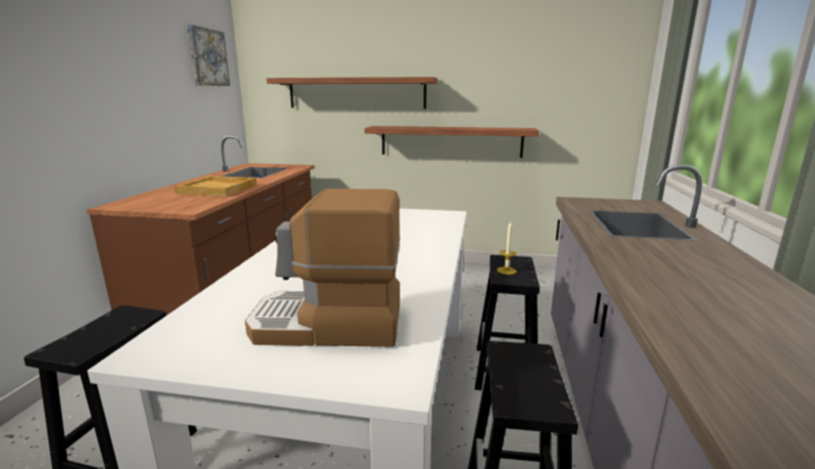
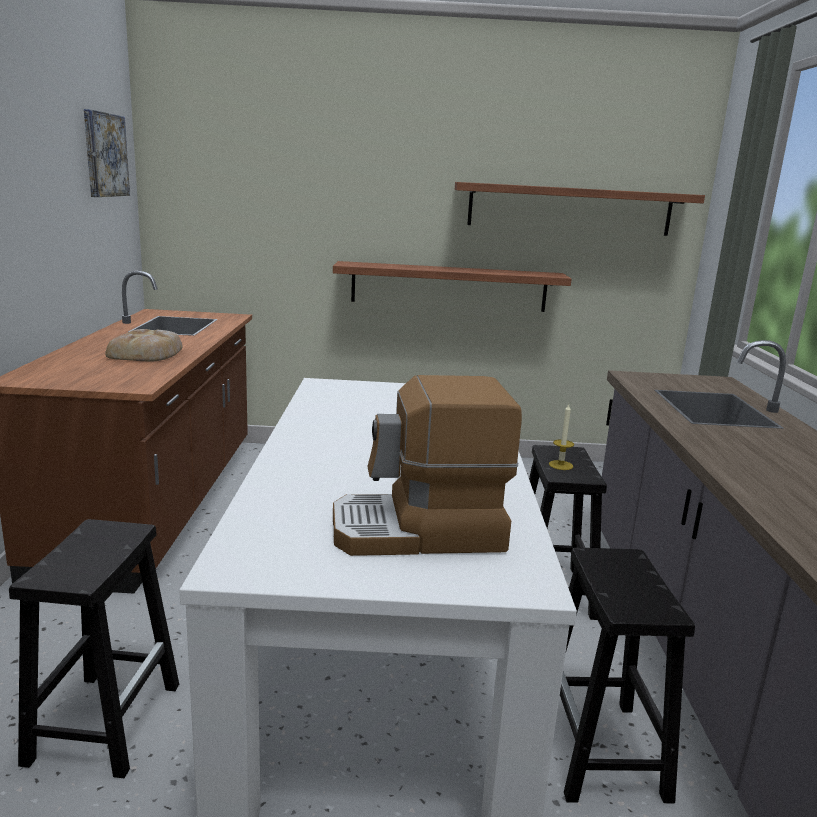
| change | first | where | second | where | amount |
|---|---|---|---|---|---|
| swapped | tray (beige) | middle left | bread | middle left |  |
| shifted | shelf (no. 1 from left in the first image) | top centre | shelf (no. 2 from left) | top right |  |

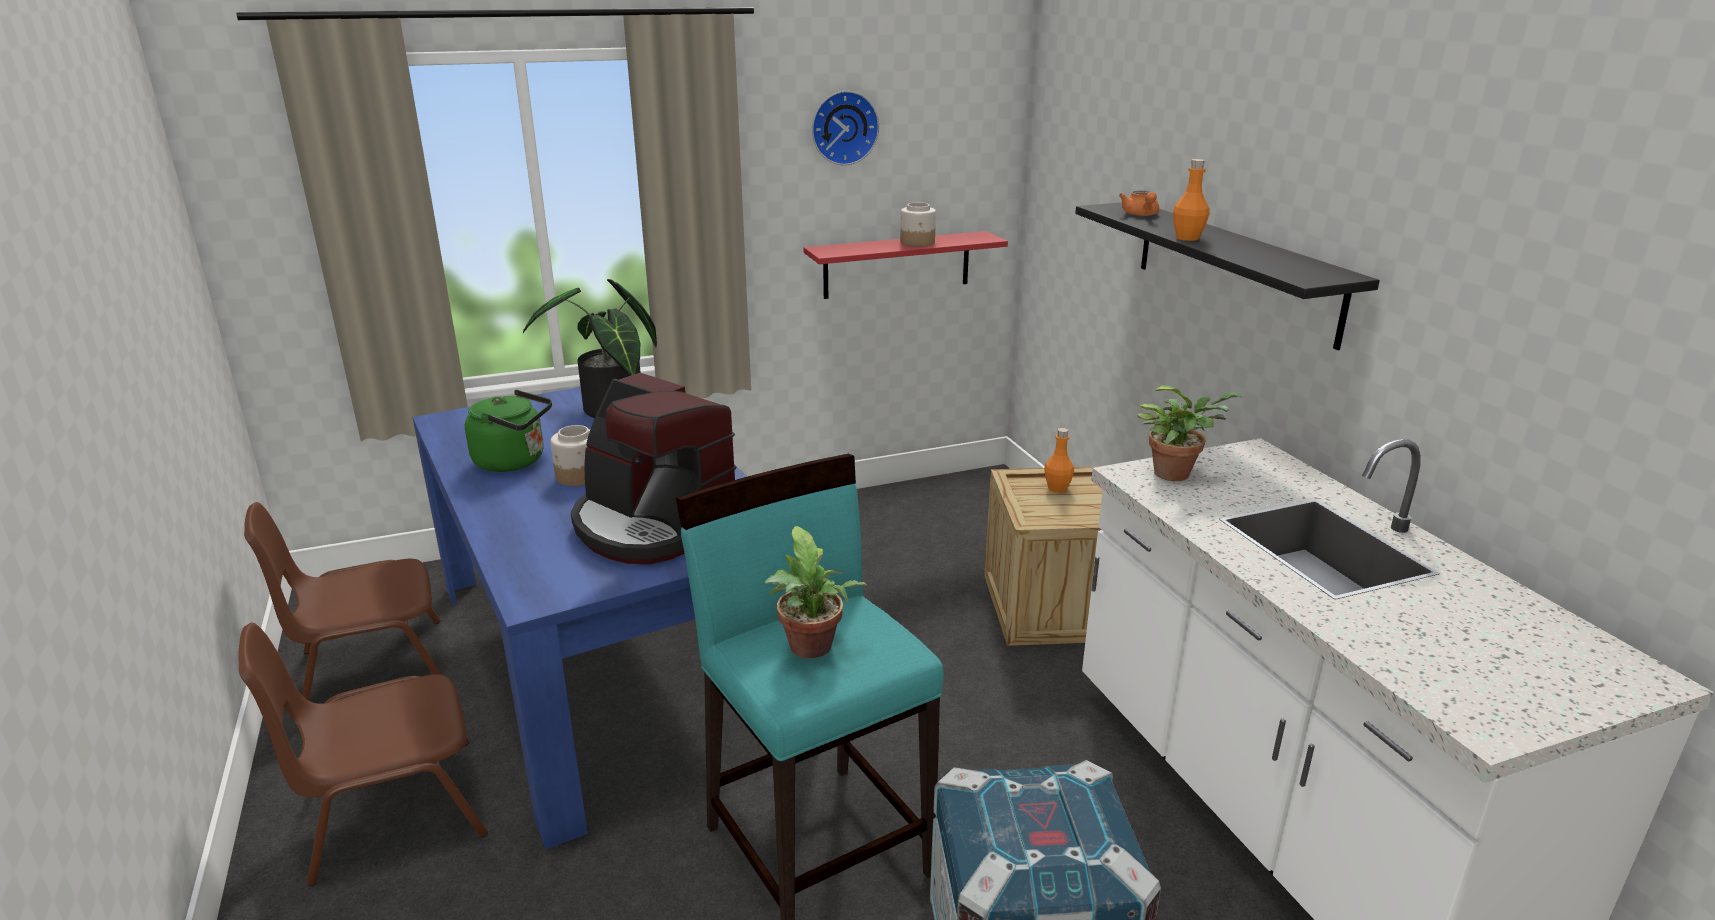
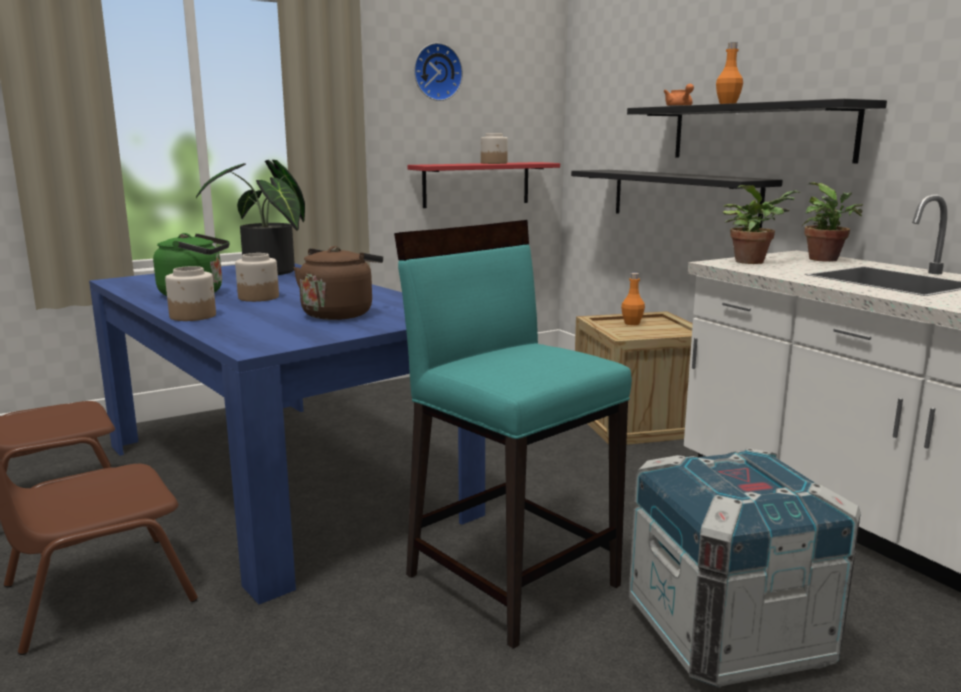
| change | first | where | second | where | amount |
|---|---|---|---|---|---|
| new |  |  | jar (no. 1 from left) | middle left |  |
| swapped | coffee machine | centre | kettle (brown) | centre |  |
| new |  |  | shelf (black) (no. 1 from left) | top right |  |
| shifted | potted plant (no. 2 from left in the first image) | centre | potted plant (no. 3 from left) | top right |  |

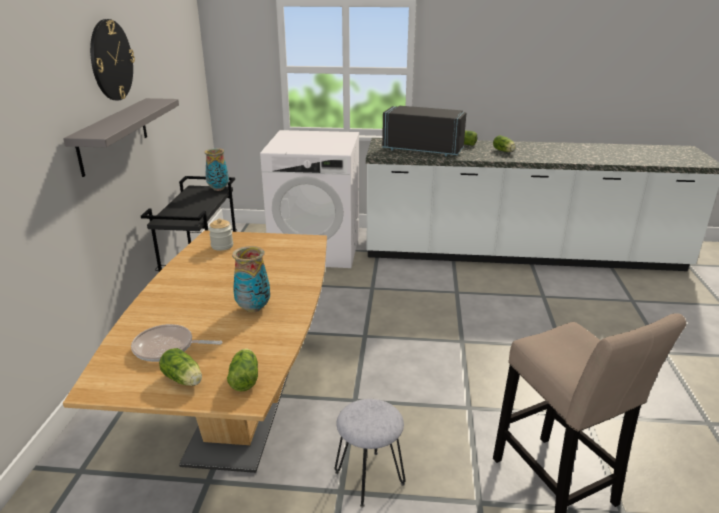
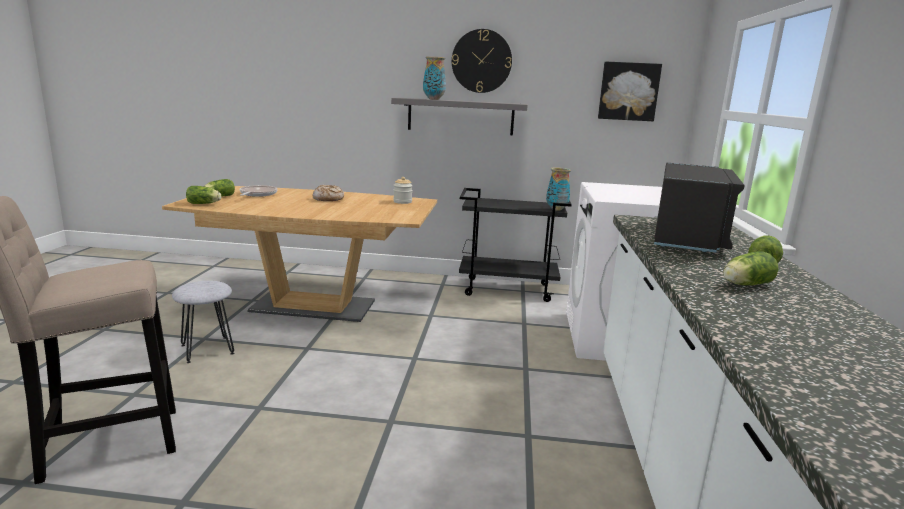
| change | first | where | second | where | amount |
|---|---|---|---|---|---|
| new |  |  | bread | centre |  |
| shifted | vase (no. 2 from left in the first image) | centre | vase (no. 1 from left) | top centre |  |
| new |  |  | picture | top right |  |

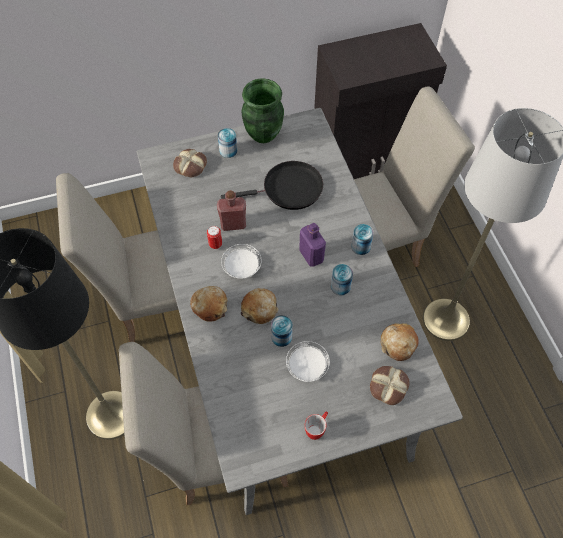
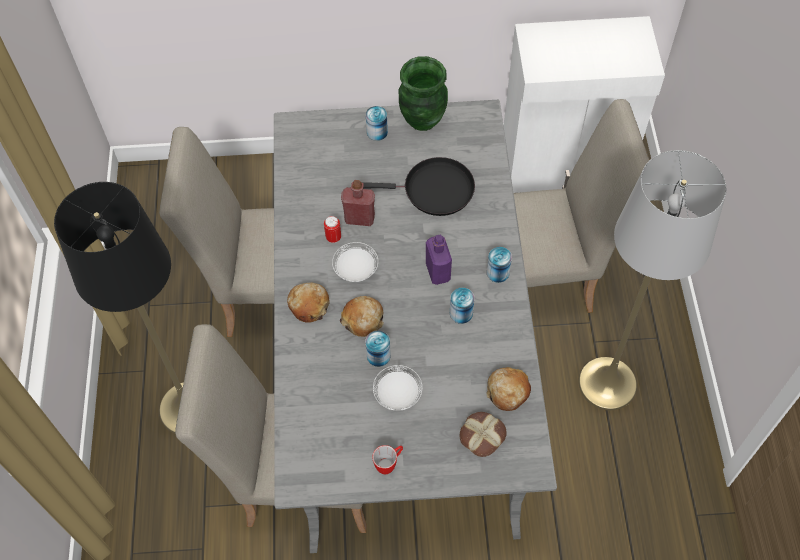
| change | first | where | second | where | amount |
|---|---|---|---|---|---|
| repainted | cabinet (black) | top right | cabinet (white) | top right |  |
| gone | bread (no. 1 from left) | top centre |  |  |  |

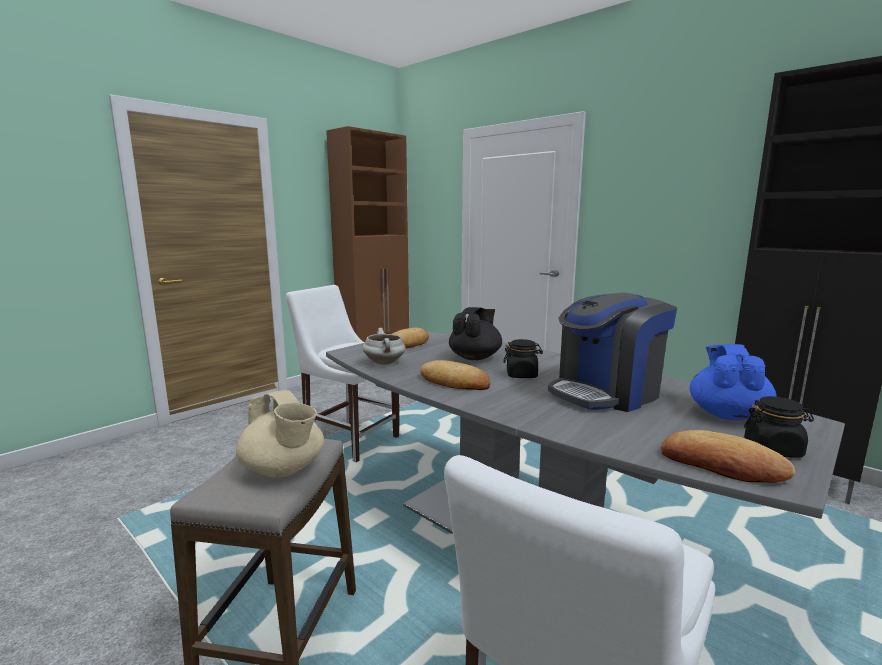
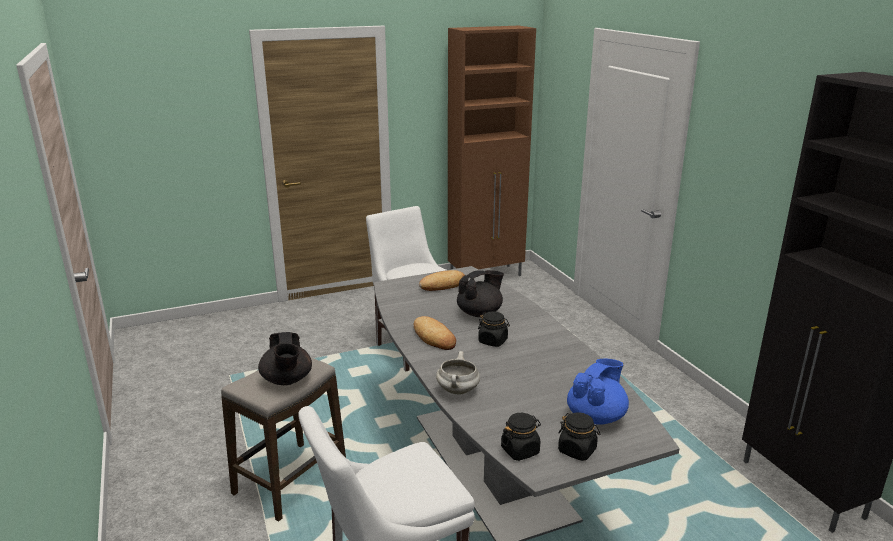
| change | first | where | second | where | amount |
|---|---|---|---|---|---|
| repainted | teapot (beige) | middle left | teapot (black) (no. 1 from left) | middle left |  |
| shifted | cooking pot (white) | centre |  | bottom centre |  |
| swapped | bread (no. 3 from left) | bottom right | jar (black) (no. 2 from left) | bottom centre |  |
| gone | coffee machine | middle right |  |  |  |

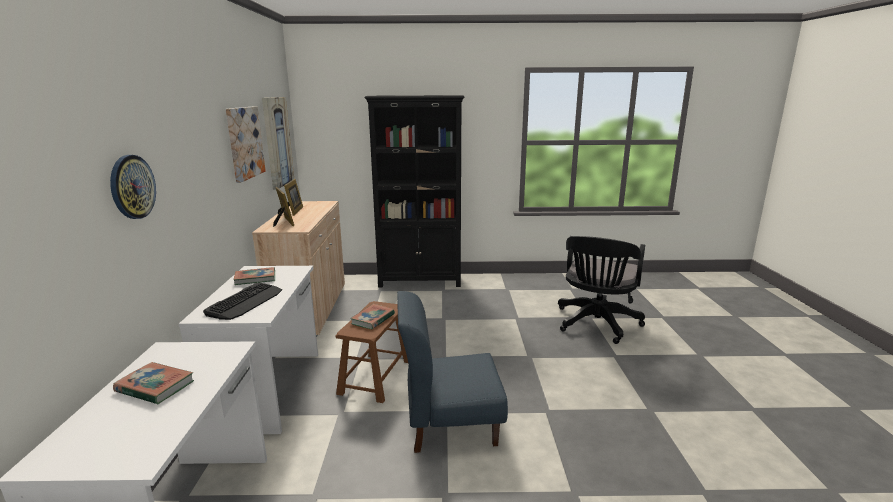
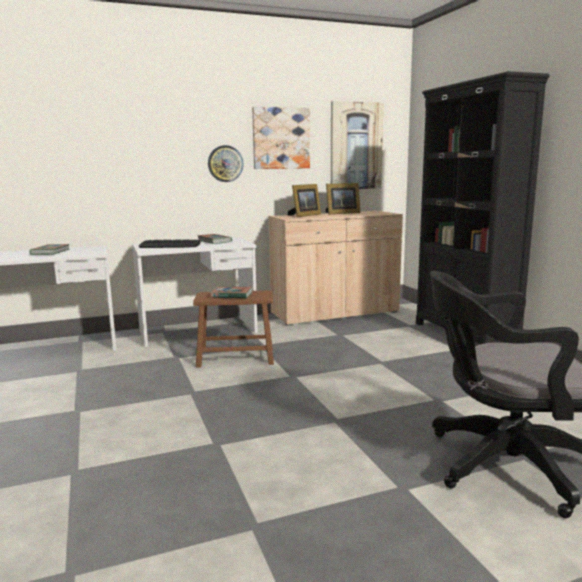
| change | first | where | second | where | amount |
|---|---|---|---|---|---|
| shifted | wall clock | middle left |  | top centre |  |
| gone | chair (blue) | bottom centre |  |  |  |

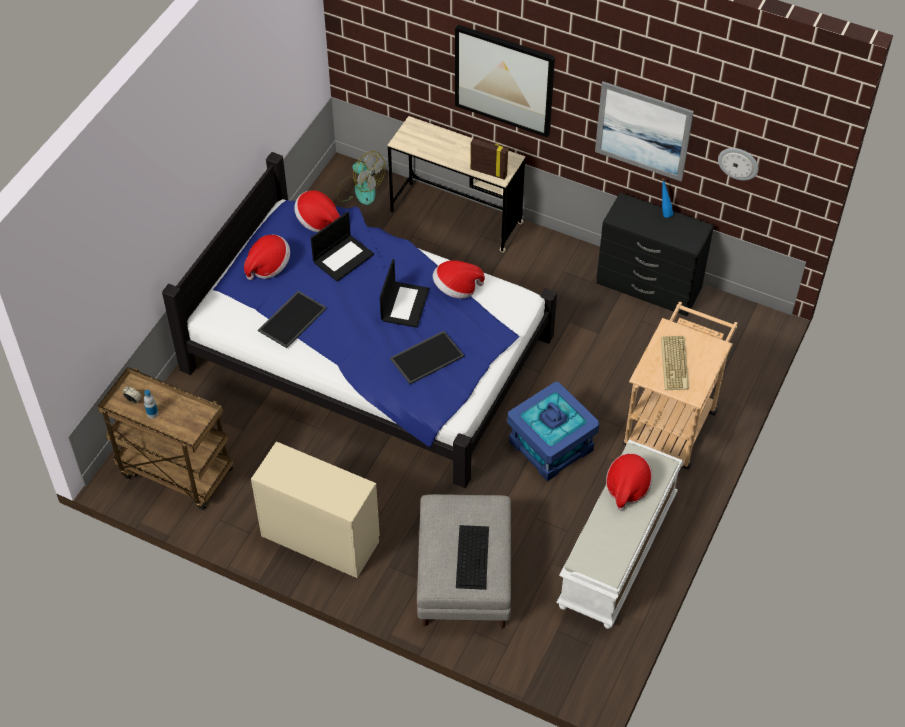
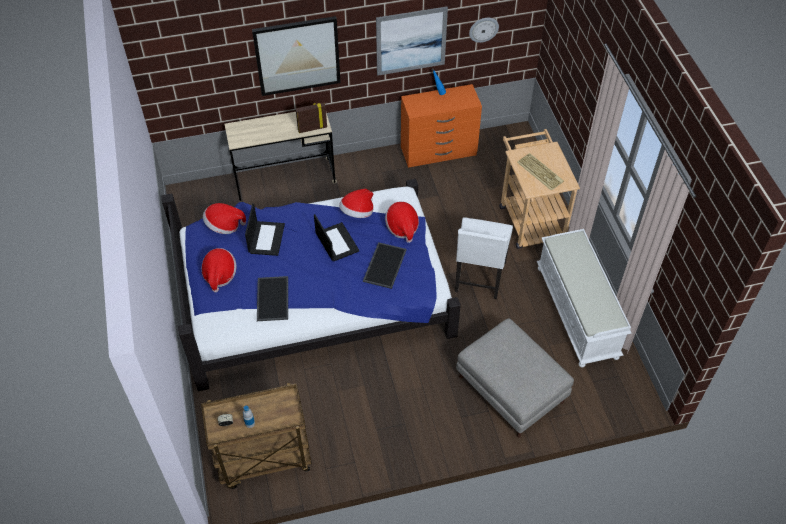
| change | first | where | second | where | amount |
|---|---|---|---|---|---|
| shifted | hat (no. 4 from left) | middle right |  | centre |  |
| repainted | dresser (black) | middle right | dresser (orange) | top centre |  |
| swapped | storage box (blue) | centre | chair (white) | centre |  |
| gone | dresser (beige) | bottom centre |  |  |  |
| gone | fan | top centre |  |  |  |
| gone | keyboard (no. 1 from left) | bottom centre |  |  |  |

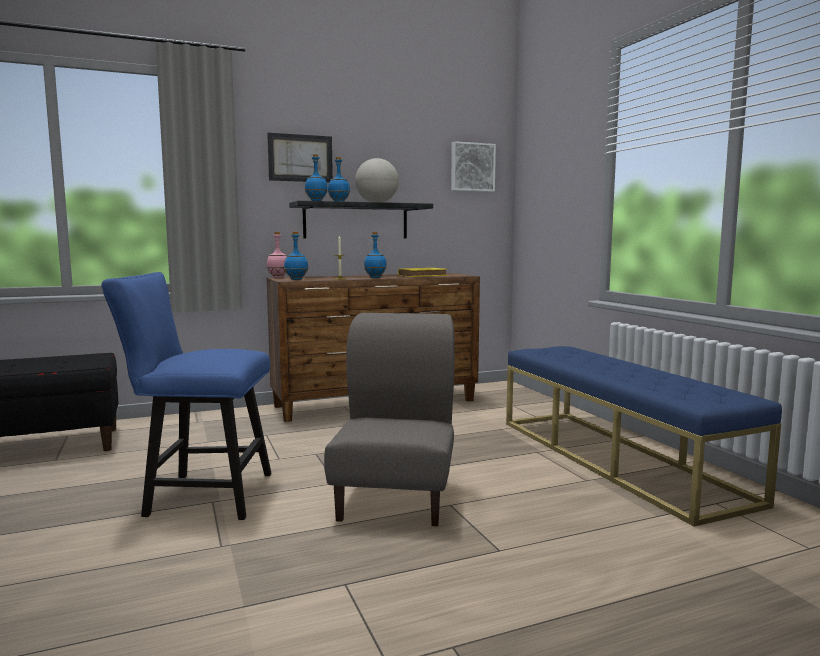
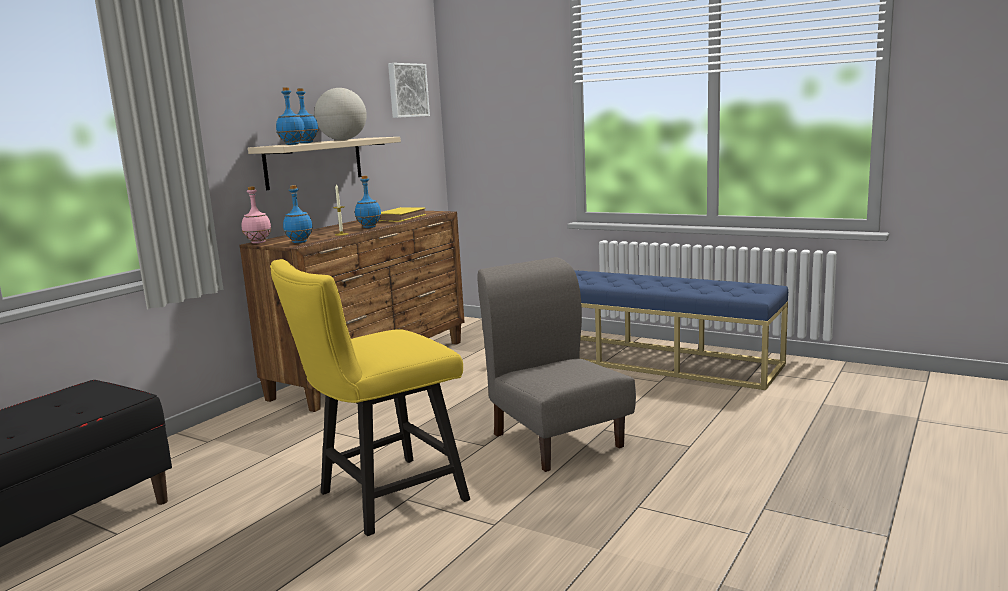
| change | first | where | second | where | amount |
|---|---|---|---|---|---|
| repainted | shelf (black) | centre | shelf (beige) | top left |  |
| repainted | chair (blue) | middle left | chair (yellow) | bottom centre |  |
| gone | picture (no. 1 from left) | top centre |  |  |  |

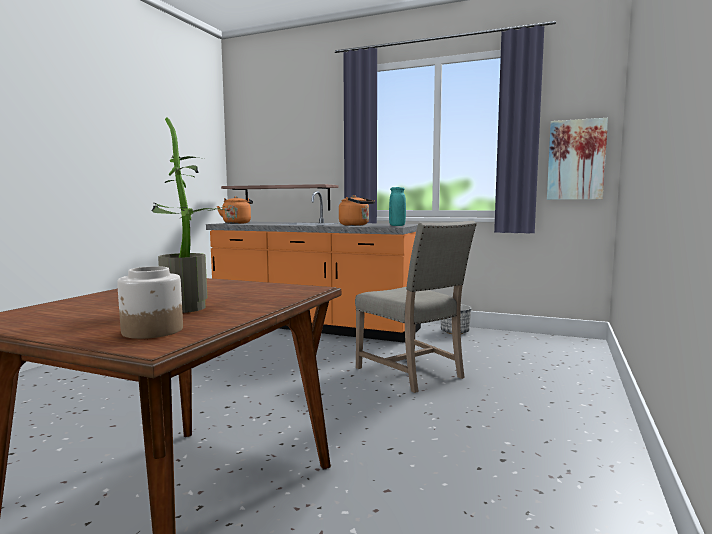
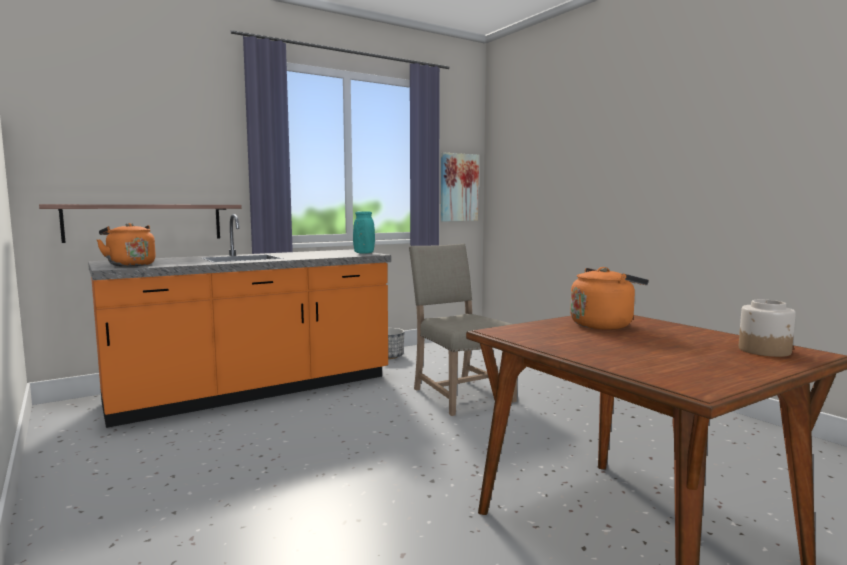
| change | first | where | second | where | amount |
|---|---|---|---|---|---|
| rotated | chair (beige) | centre |  | centre | 120 degrees counterclockwise |
| shifted | kettle (orange) (no. 2 from left) | centre |  | middle right |  |
| gone | potted plant | middle left |  |  |  |

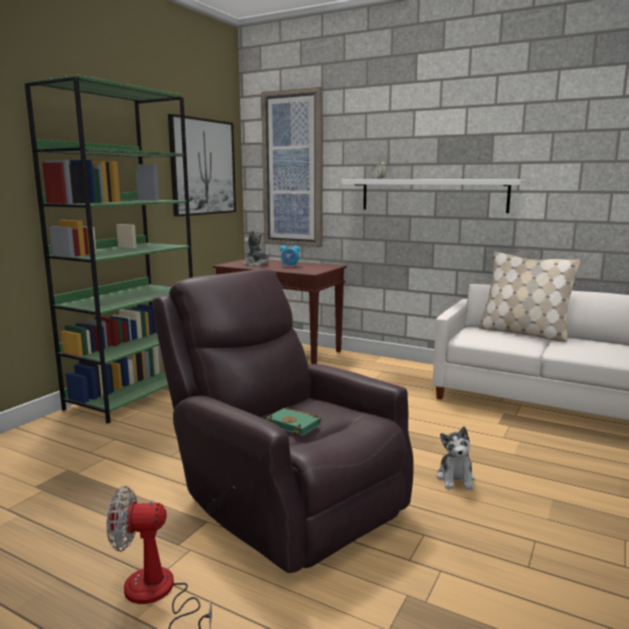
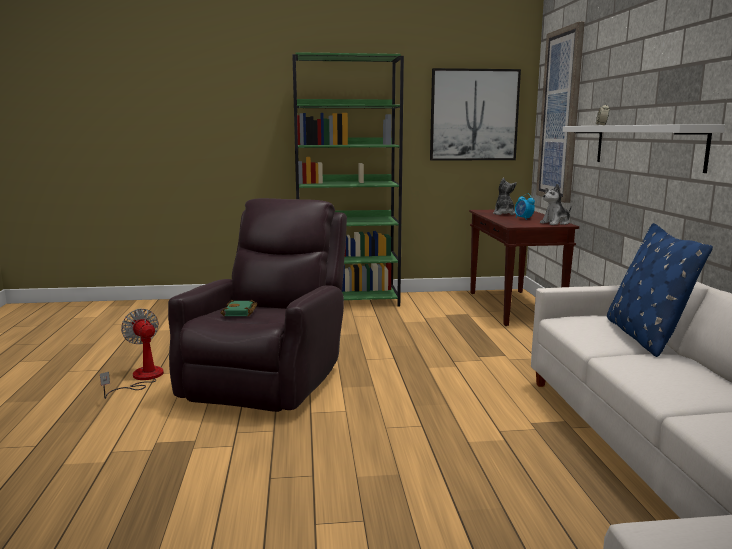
| change | first | where | second | where | amount |
|---|---|---|---|---|---|
| shifted | plush toy (no. 2 from left) | bottom right |  | middle right |  |
| repainted | pillow (beige) | middle right | pillow (blue) | middle right |  |

